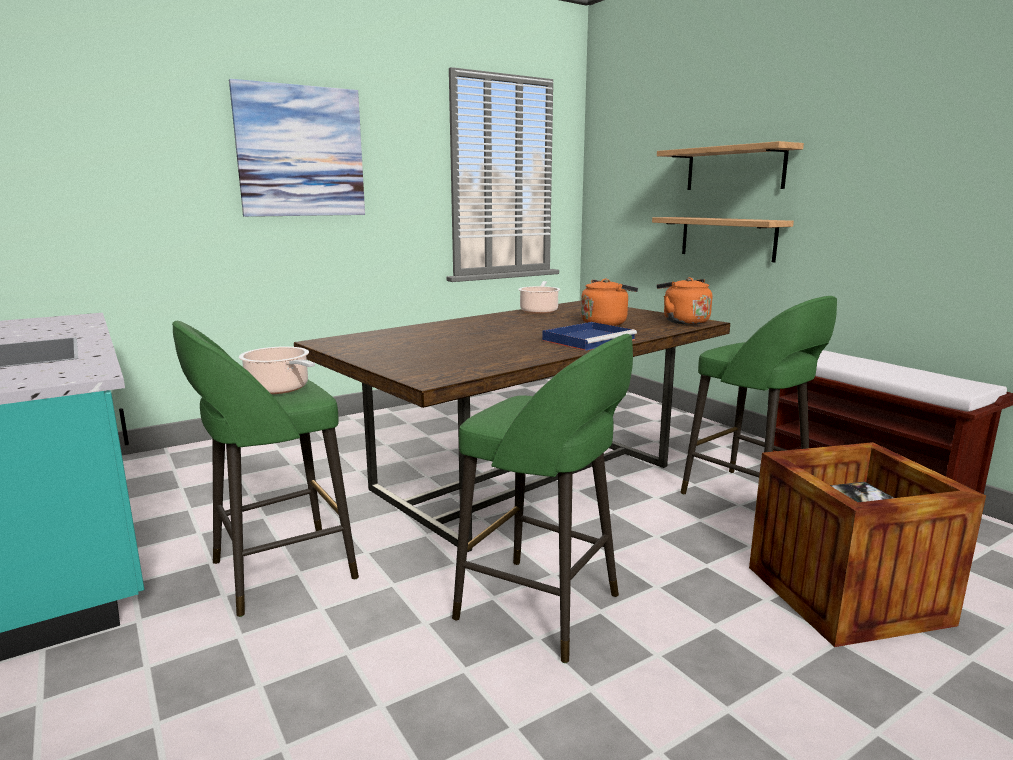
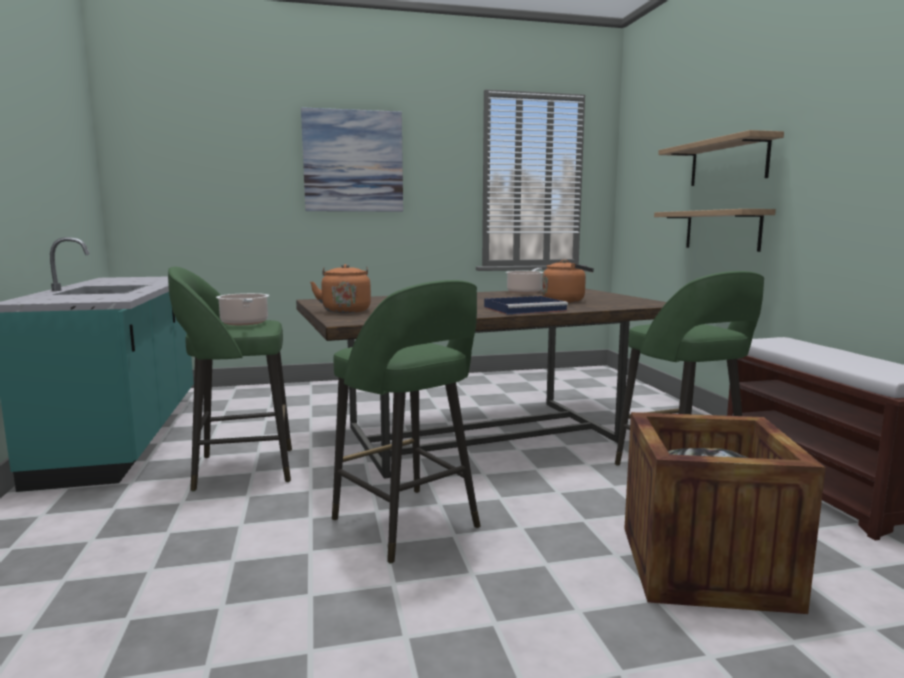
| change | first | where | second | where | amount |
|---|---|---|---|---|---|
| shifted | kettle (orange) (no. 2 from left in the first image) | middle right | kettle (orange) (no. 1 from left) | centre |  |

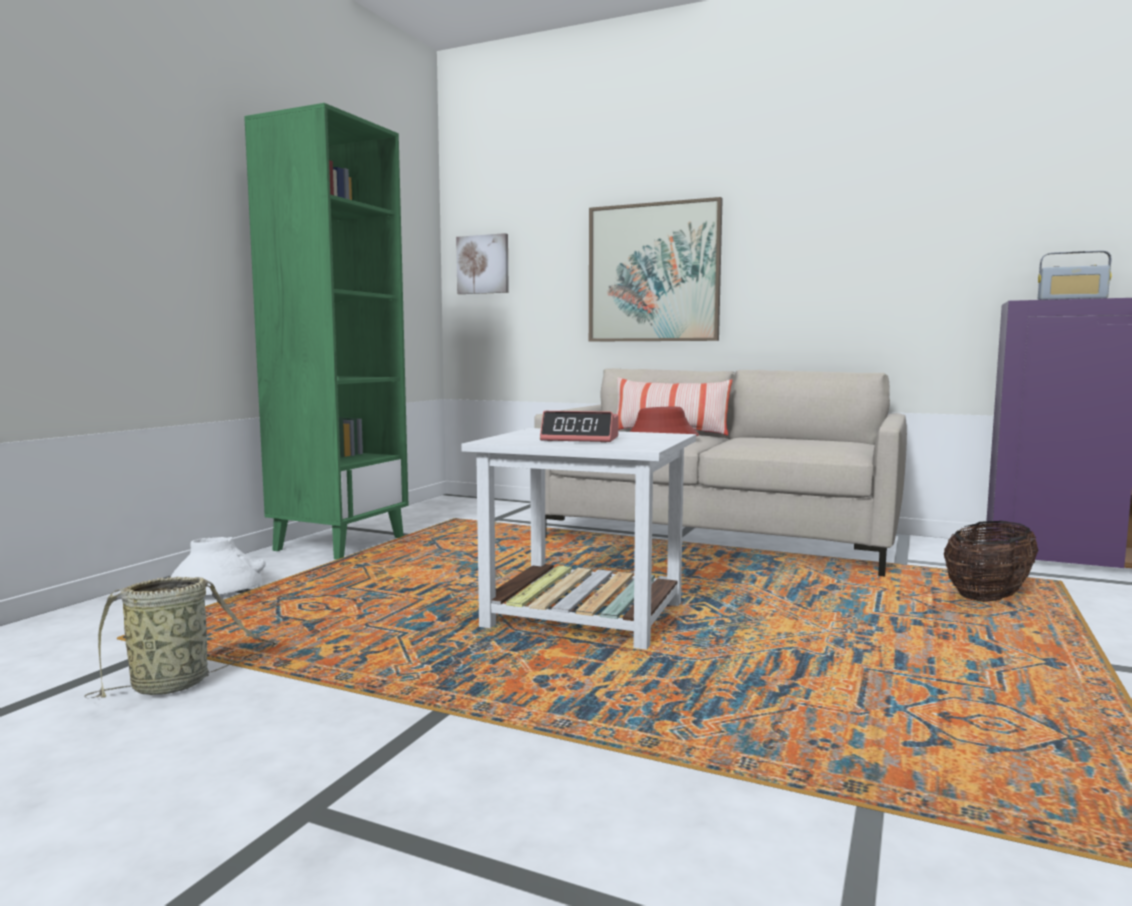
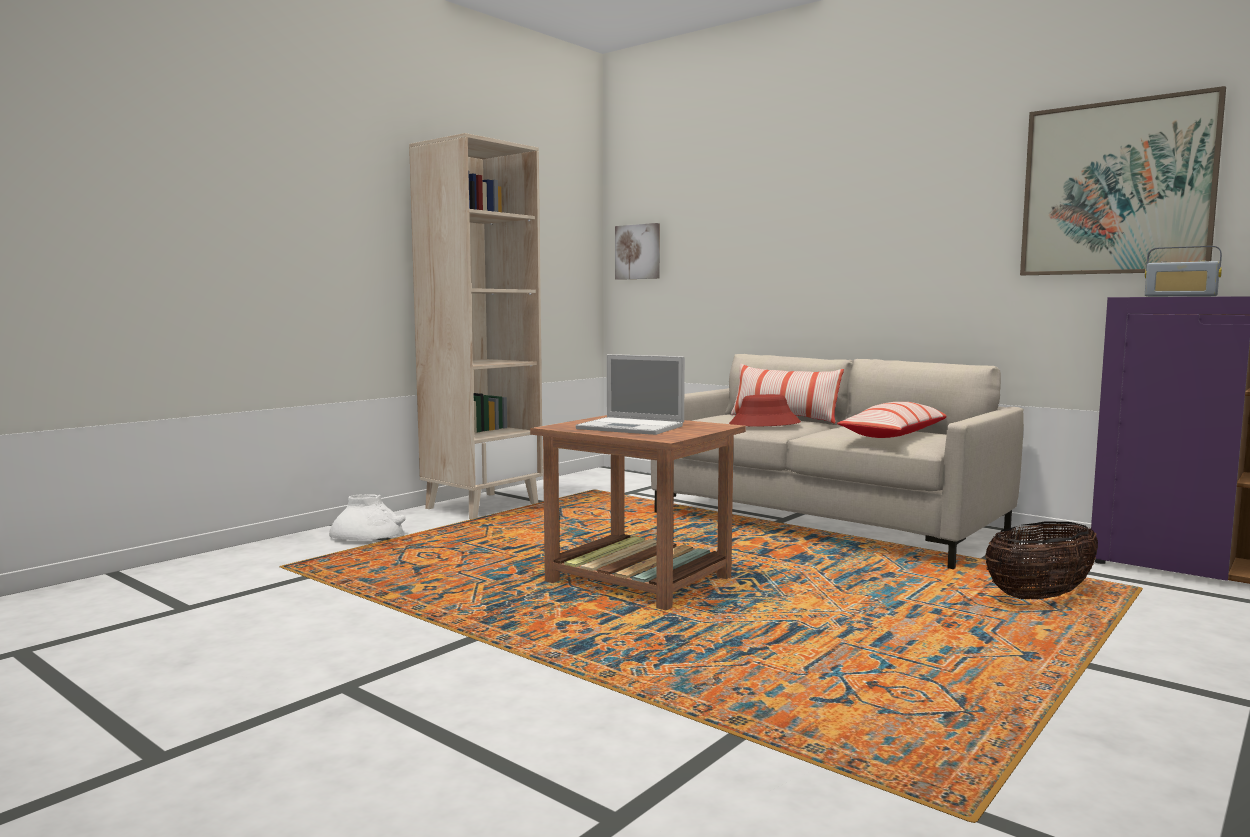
| change | first | where | second | where | amount |
|---|---|---|---|---|---|
| repainted | bookcase (green) | middle left | bookcase (beige) | centre |  |
| repainted | side table (white) | centre | side table (brown) | centre |  |
| swapped | alarm clock | centre | laptop | centre |  |
| new |  |  | pillow (no. 2 from left) | middle right |  |
| shifted | picture (no. 2 from left) | top centre |  | top right |  |
| gone | basket (no. 1 from left) | bottom left |  |  |  |

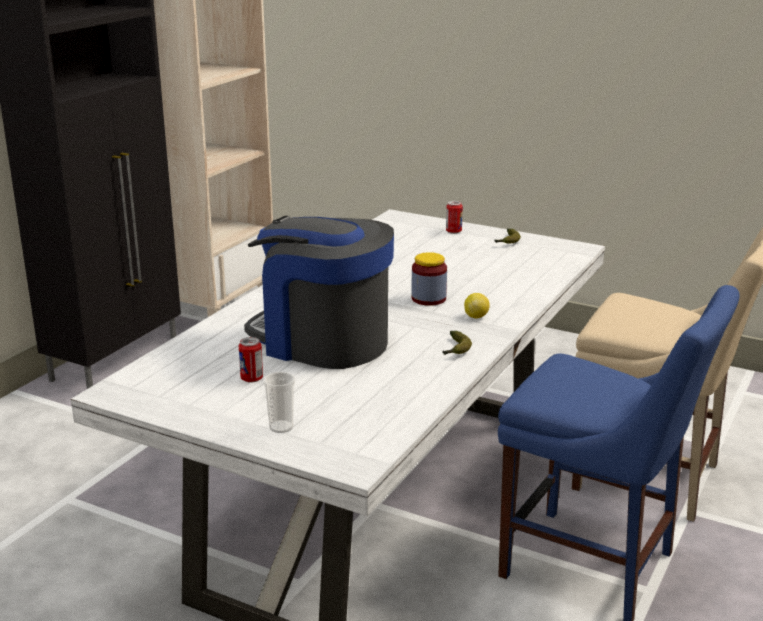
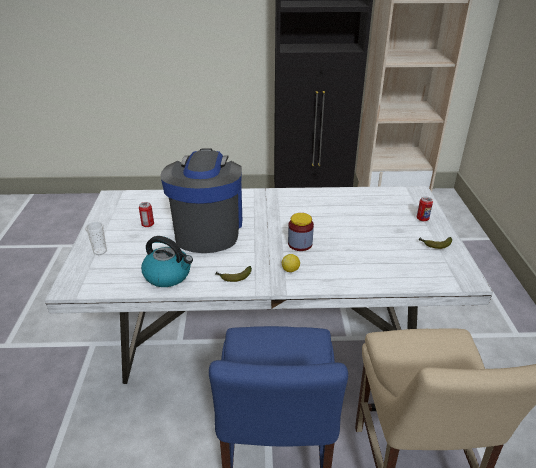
| change | first | where | second | where | amount |
|---|---|---|---|---|---|
| new |  |  | kettle | middle left |  |

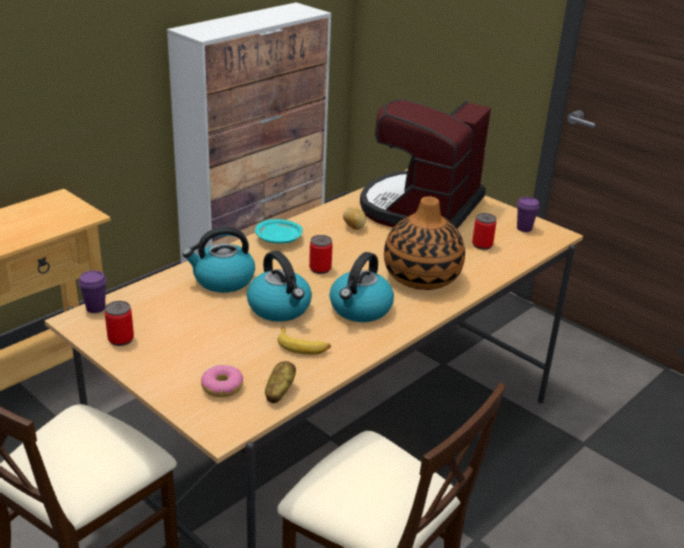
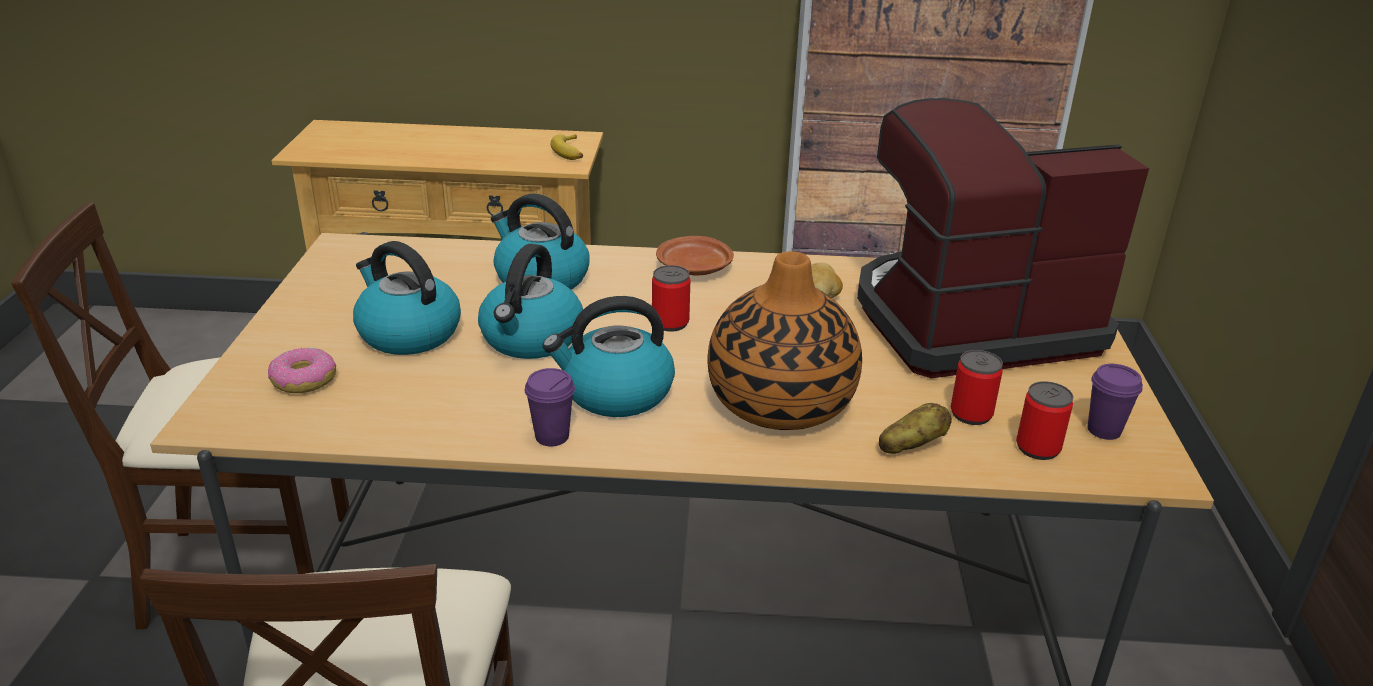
| change | first | where | second | where | amount |
|---|---|---|---|---|---|
| new |  |  | kettle (no. 1 from left) | middle left |  |
| shifted | cup (purple) (no. 1 from left) | middle left |  | centre |  |
| shifted | banana | centre |  | top centre |  |
| repainted | plate (turquoise) | centre | plate (brown) | centre |  |
| shifted | potato (no. 1 from left in the first image) | bottom centre | potato (no. 2 from left) | centre |  |
| shifted | can (no. 1 from left in the first image) | middle left | can (no. 3 from left) | middle right |  |

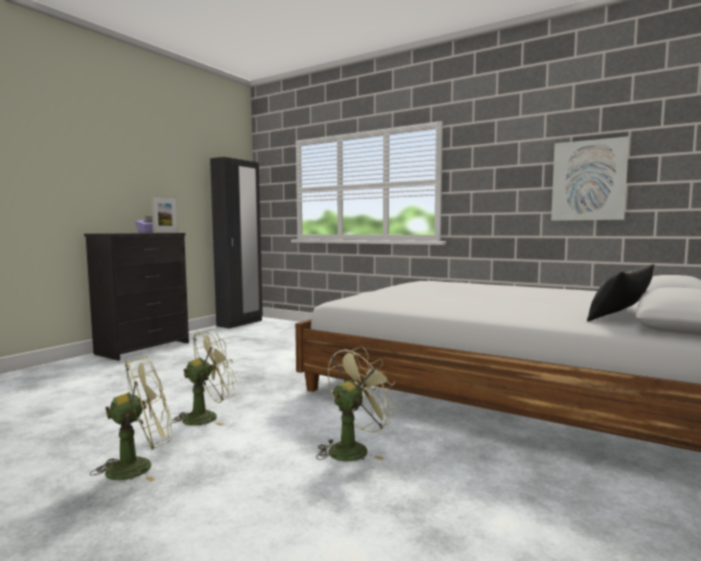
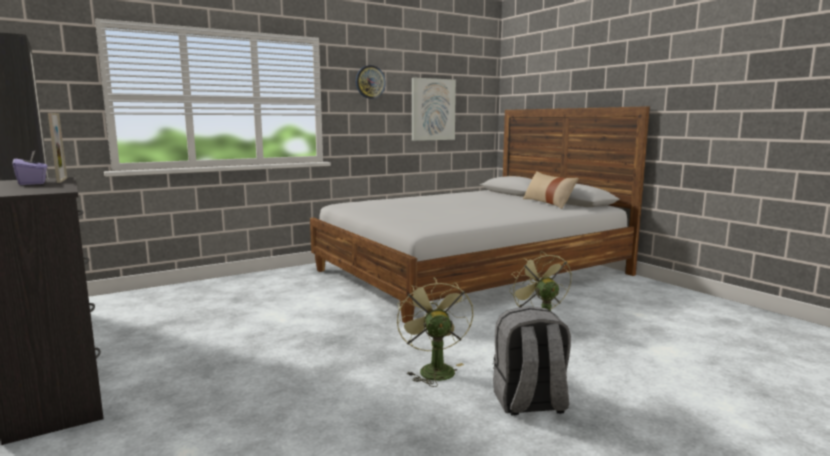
| change | first | where | second | where | amount |
|---|---|---|---|---|---|
| new |  |  | wall clock | top centre |  |
| swapped | fan (green) (no. 1 from left) | bottom left | backpack (grey) | bottom centre |  |
| repainted | pillow (black) | middle right | pillow (beige) | centre |  |

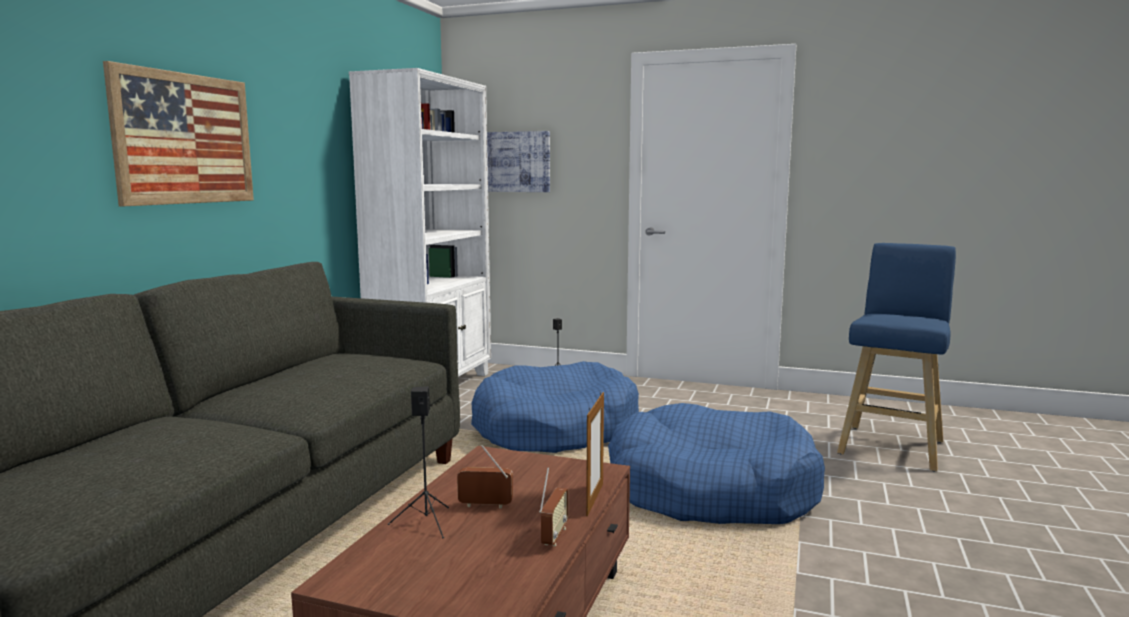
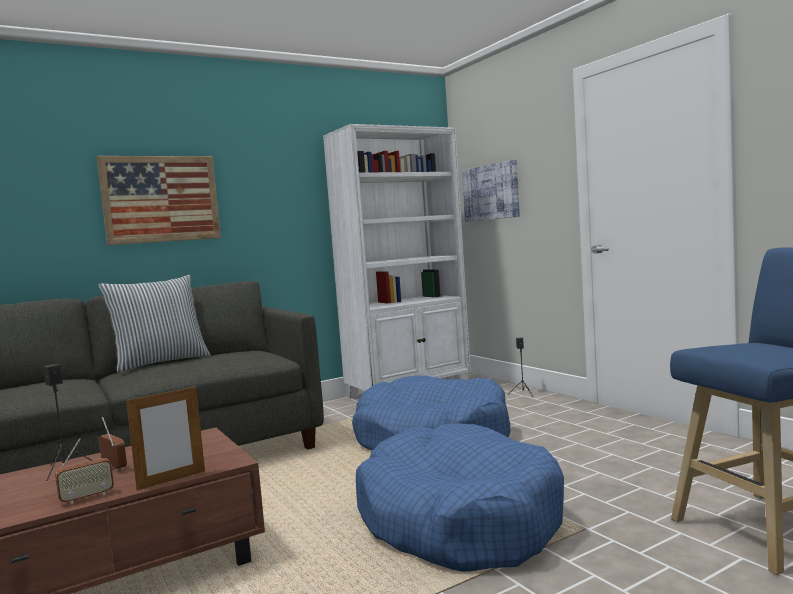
| change | first | where | second | where | amount |
|---|---|---|---|---|---|
| new |  |  | pillow | middle left |  |

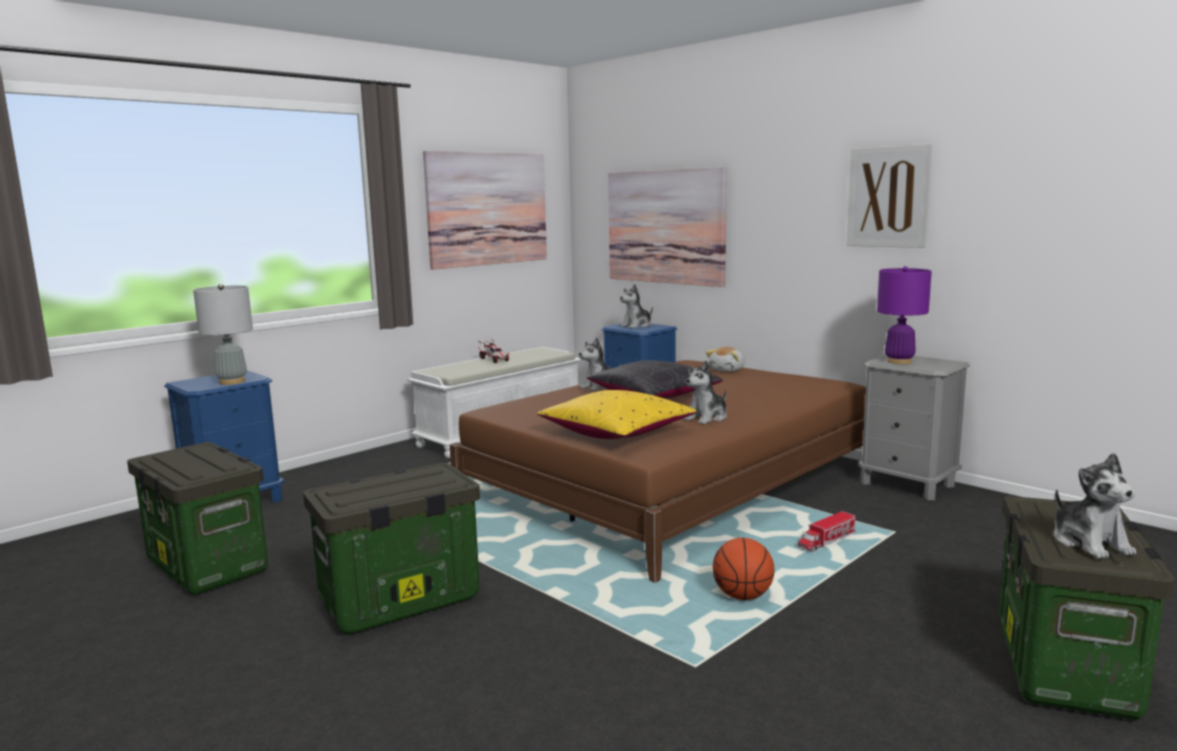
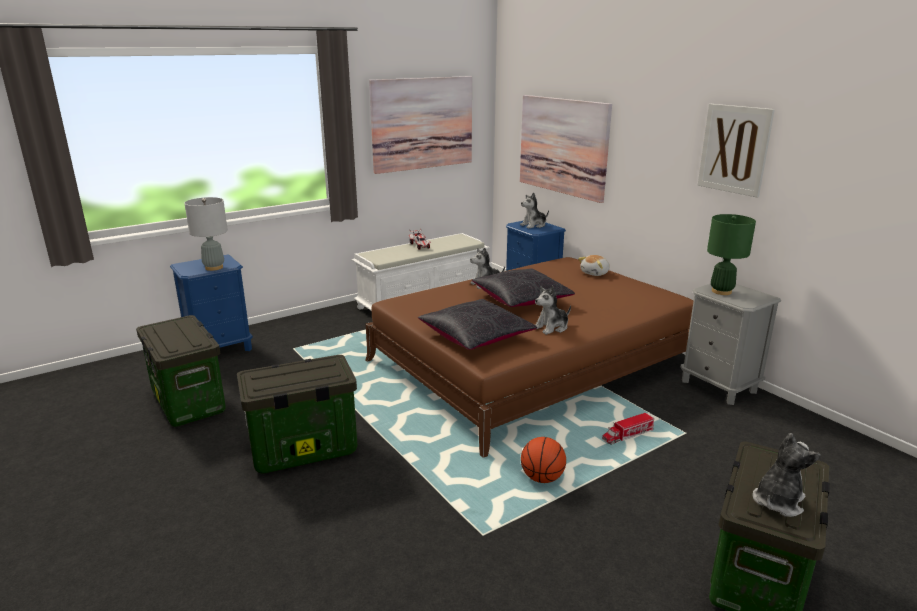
| change | first | where | second | where | amount |
|---|---|---|---|---|---|
| repainted | pillow (yellow) | centre | pillow (black) (no. 1 from left) | centre |  |
| repainted | table lamp (purple) | middle right | table lamp (green) | middle right |  |
| rotated | plush toy (no. 5 from left) | bottom right |  | bottom right | 135 degrees counterclockwise |

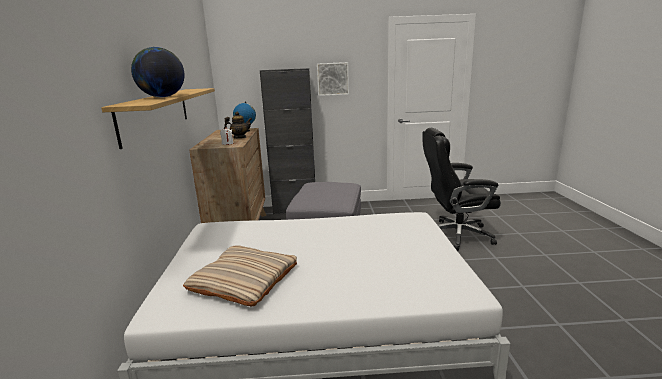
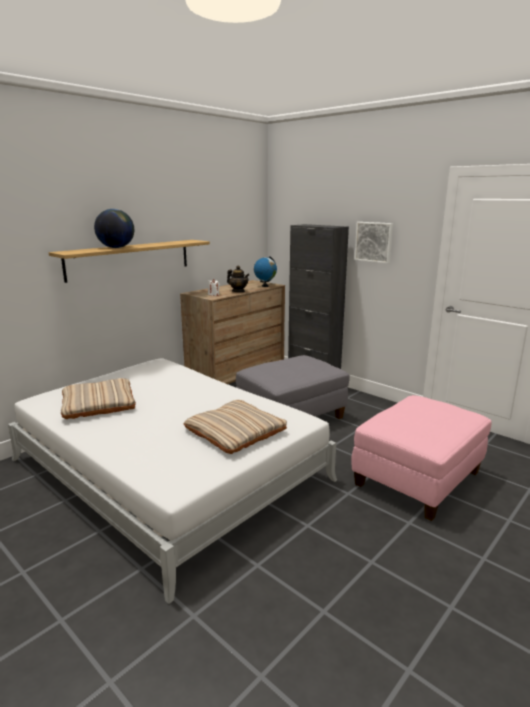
| change | first | where | second | where | amount |
|---|---|---|---|---|---|
| new |  |  | pillow (beige) (no. 2 from left) | centre |  |
| swapped | office chair (black) | middle right | ottoman (pink) | middle right |  |

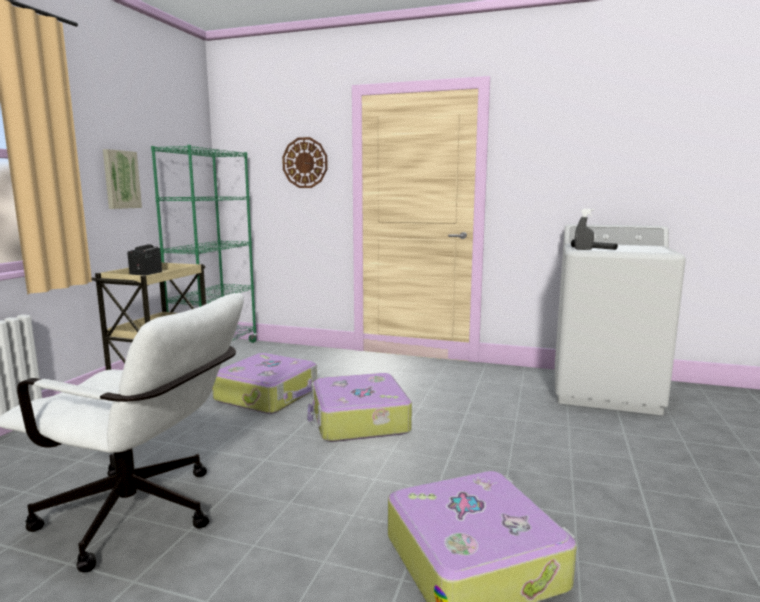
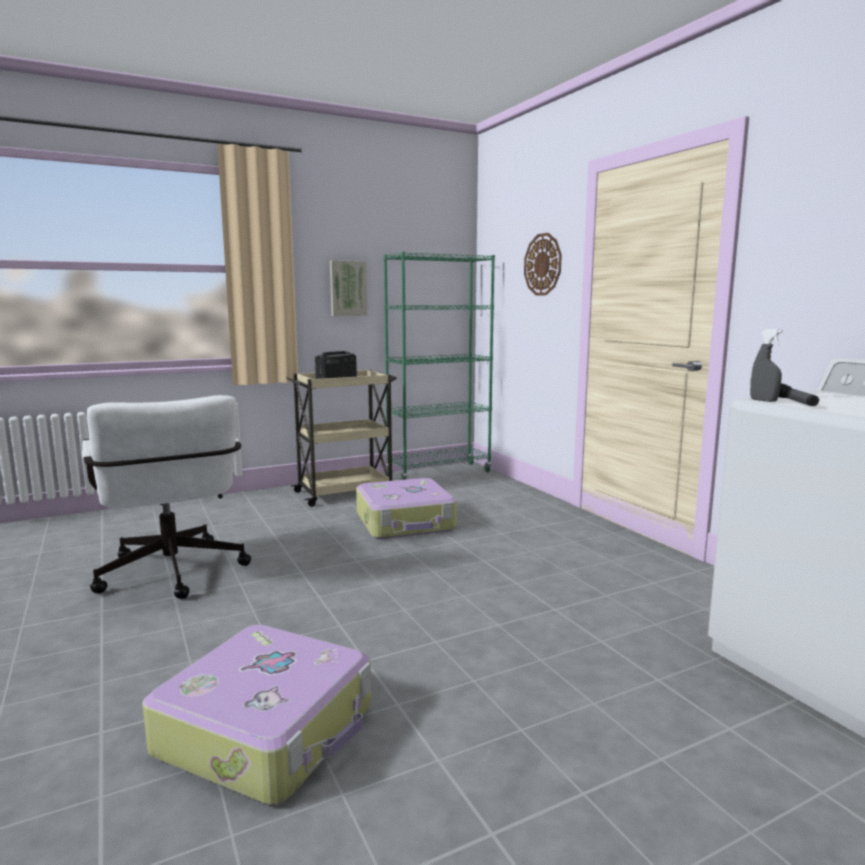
| change | first | where | second | where | amount |
|---|---|---|---|---|---|
| gone | suitcase (no. 2 from left) | bottom centre |  |  |  |

